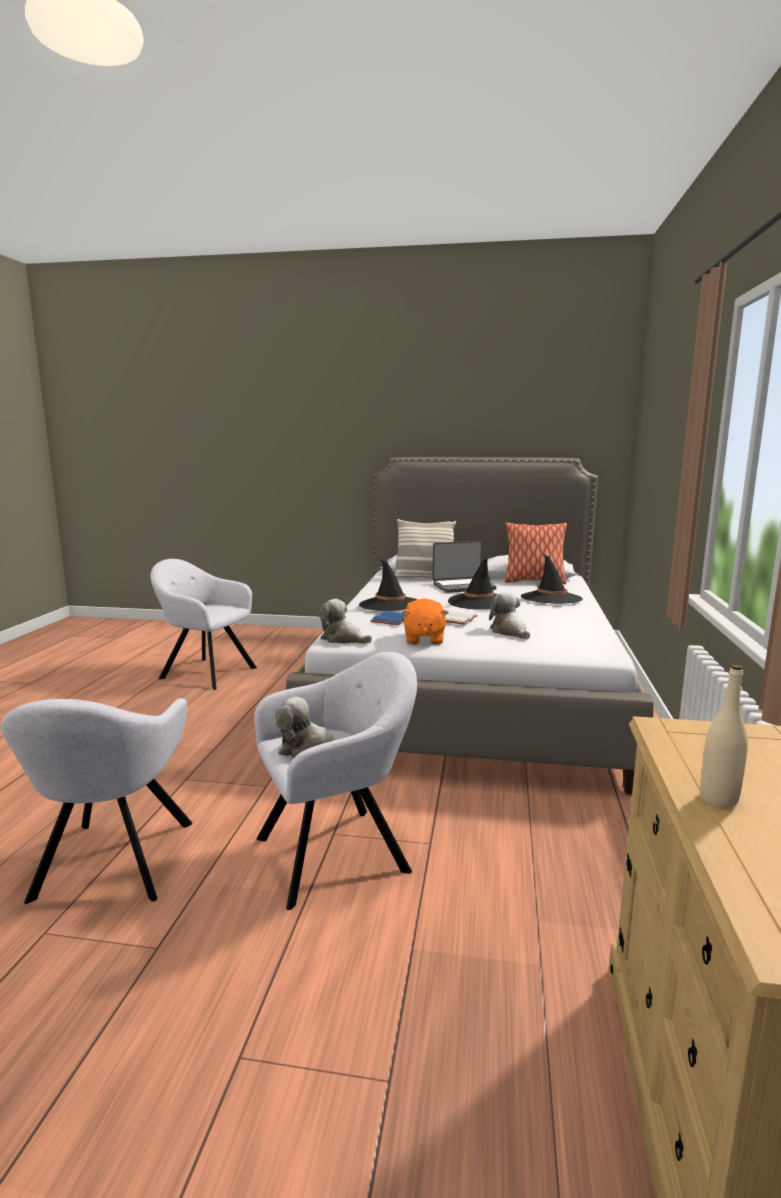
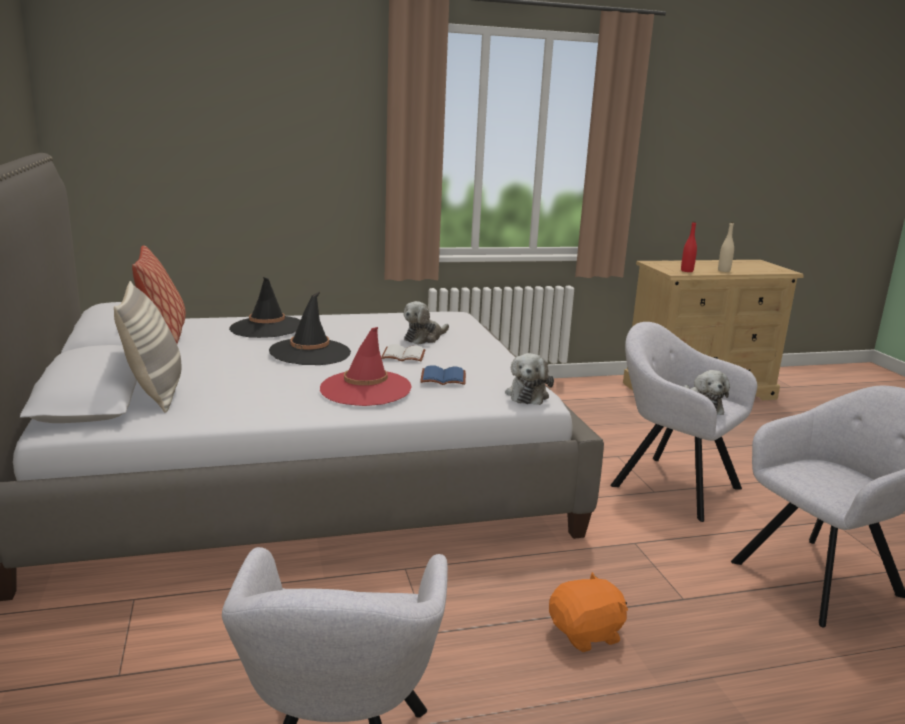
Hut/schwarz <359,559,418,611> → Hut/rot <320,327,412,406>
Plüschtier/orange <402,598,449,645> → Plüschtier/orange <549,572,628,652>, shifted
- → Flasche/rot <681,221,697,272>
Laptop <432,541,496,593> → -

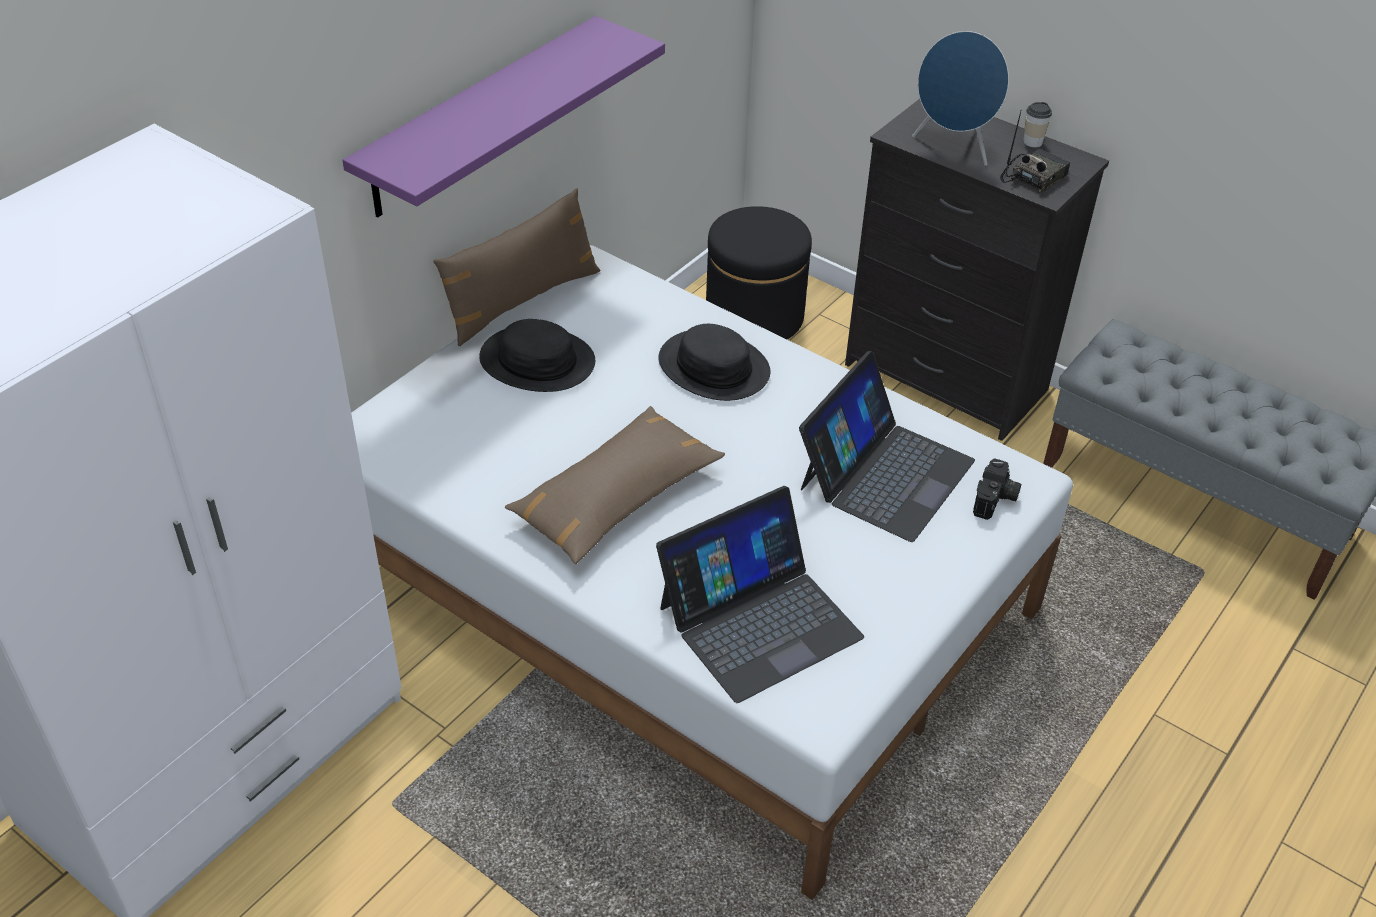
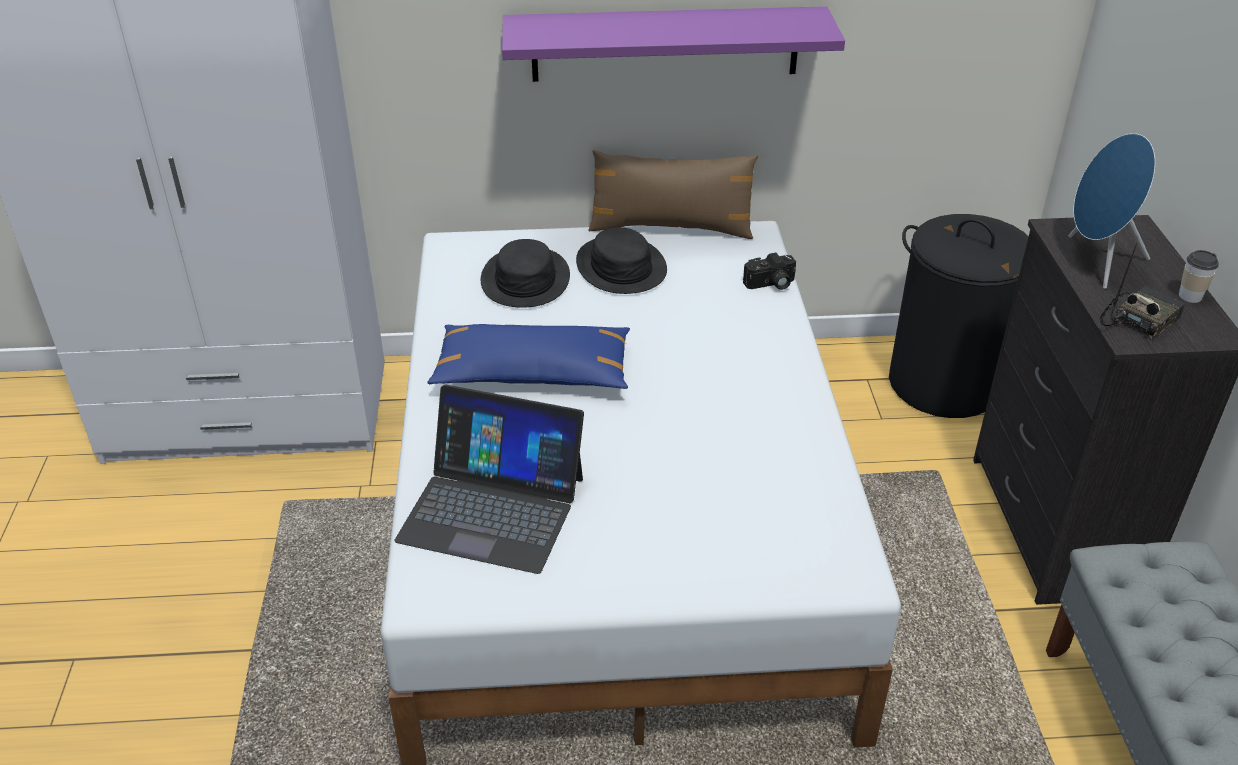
Kissen/braun <505,406,725,564> → Kissen/blau <427,324,630,389>
Hut/schwarz <658,324,770,401> → Hut/schwarz <481,239,570,308>, shifted
Kamera <973,458,1021,520> → Kamera <743,253,796,290>, shifted
Polsterhocker/schwarz <706,206,812,339> → Wäschekorb/schwarz <889,214,1029,418>
Radio <1000,109,1070,193> → Radio <1100,243,1185,341>, 45 degrees counterclockwise
Laptop <799,351,975,542> → -

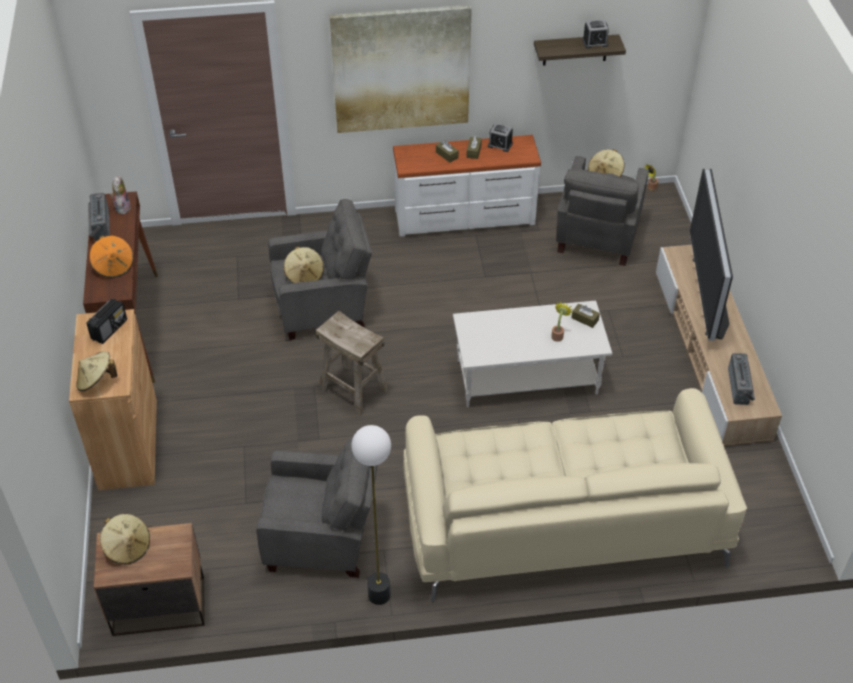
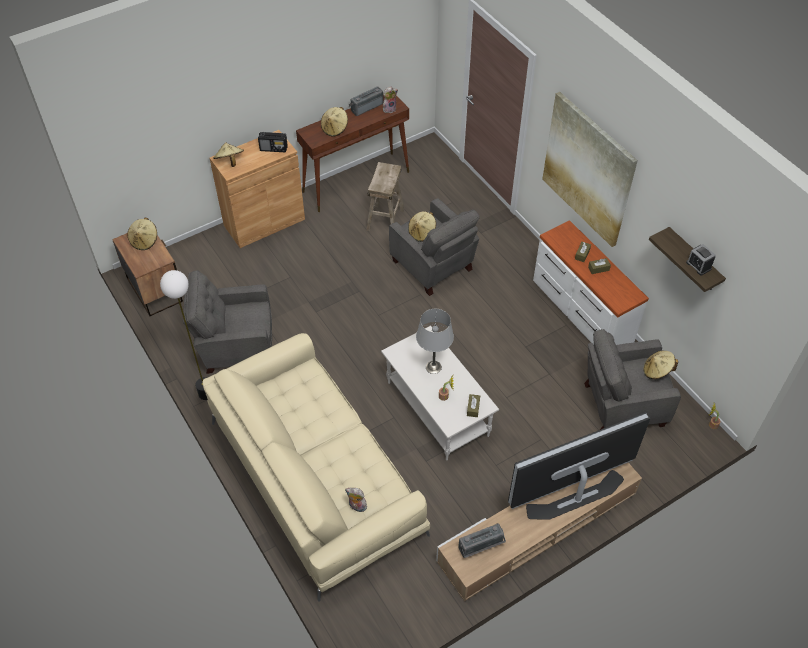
Sessel/grau <256,431,377,578> → Sessel/grau <183,270,272,374>, 105 degrees clockwise
Hut/orange <90,236,134,278> → Hut/beige <321,107,348,137>
- → Plüschtier <345,488,367,512>
Hocker/beige <316,311,388,416> → Hocker/beige <366,162,405,231>, shifted
- → Tischlampe/grau <416,309,454,374>
Wecker <488,123,513,152> → -

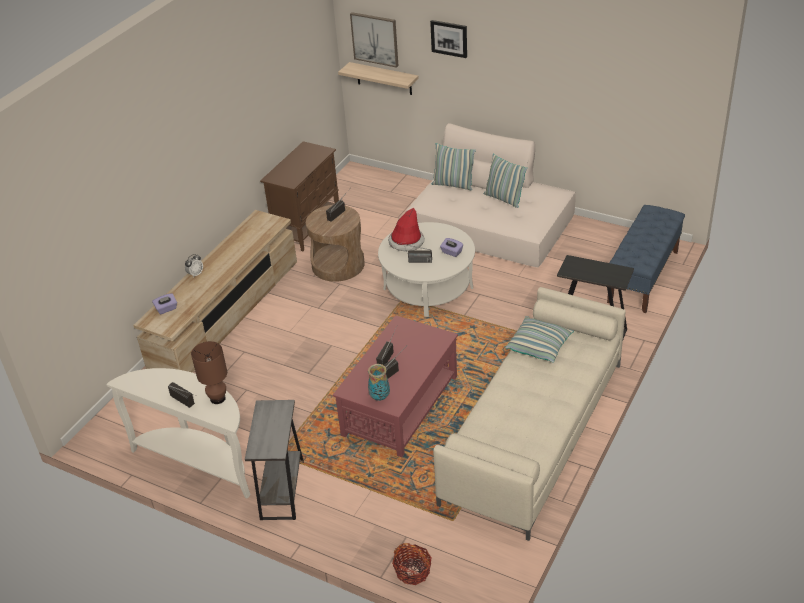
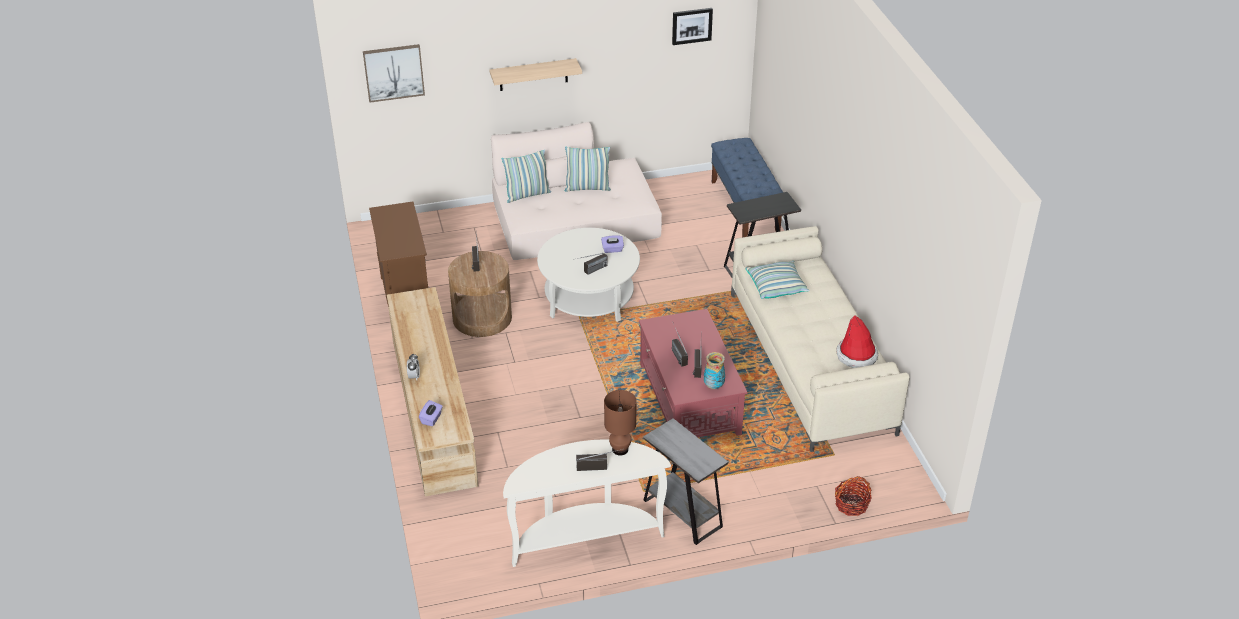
Wandregal <338,62,419,95> → Wandregal <489,58,582,91>, shifted
Bild <430,20,467,58> → Bild <672,8,713,45>, shifted
Hut <388,208,425,252> → Hut <837,315,878,368>, shifted

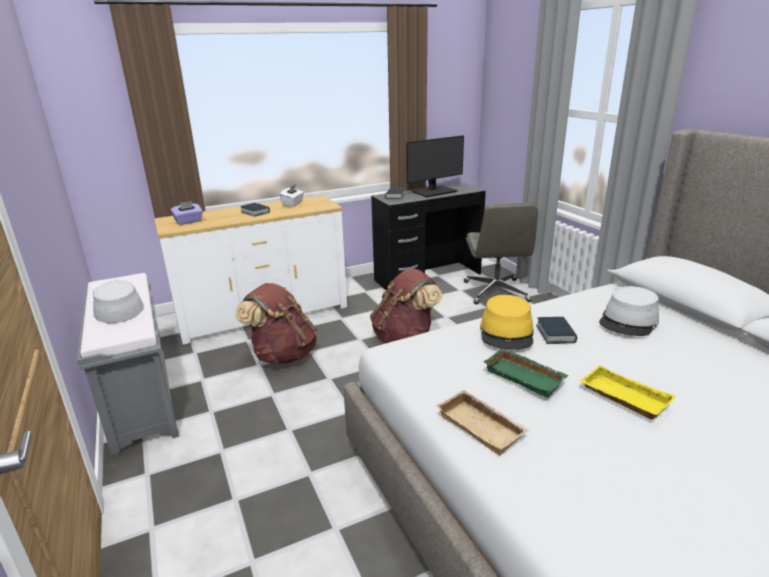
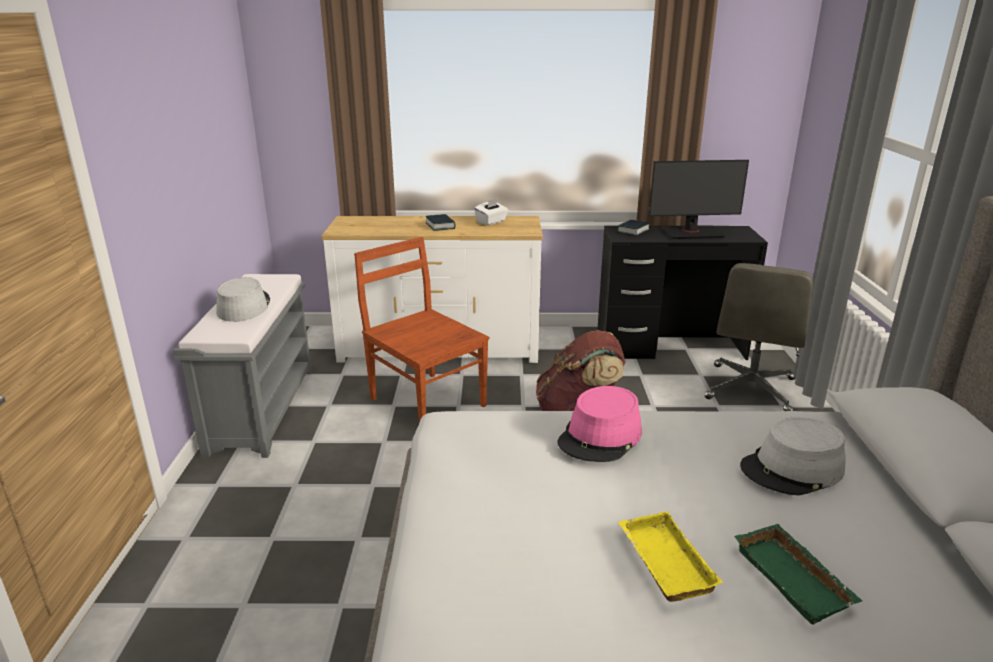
Rucksack/braun <235,283,317,364> → Stuhl/braun <354,237,489,423>
Hut/gelb <480,295,534,350> → Hut/rosa <557,386,642,462>
Tablett/grün <483,348,569,398> → Tablett/grün <734,524,863,625>, shifted
Taschentuchbox/lila <171,201,203,225> → -
Tablett/beige <436,390,530,456> → -
Buch <536,317,577,344> → -

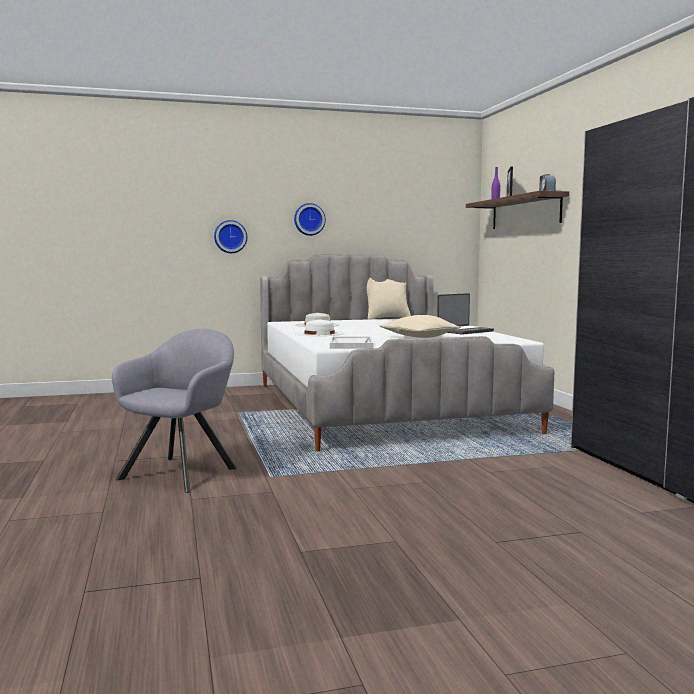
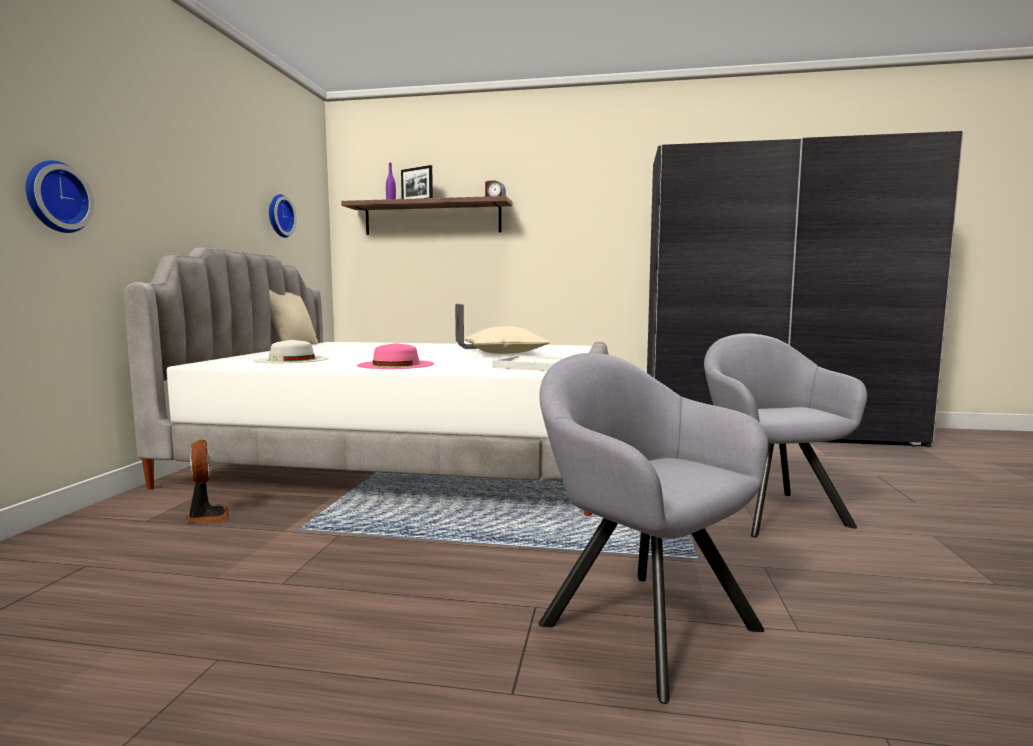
- → Ventilator <186,440,229,523>
Wanduhr <294,203,326,236> → Wanduhr <269,194,297,238>, shifted
Hut/weiß <295,320,344,336> → Hut/rosa <357,343,434,369>
- → Sessel/grau <704,333,867,537>

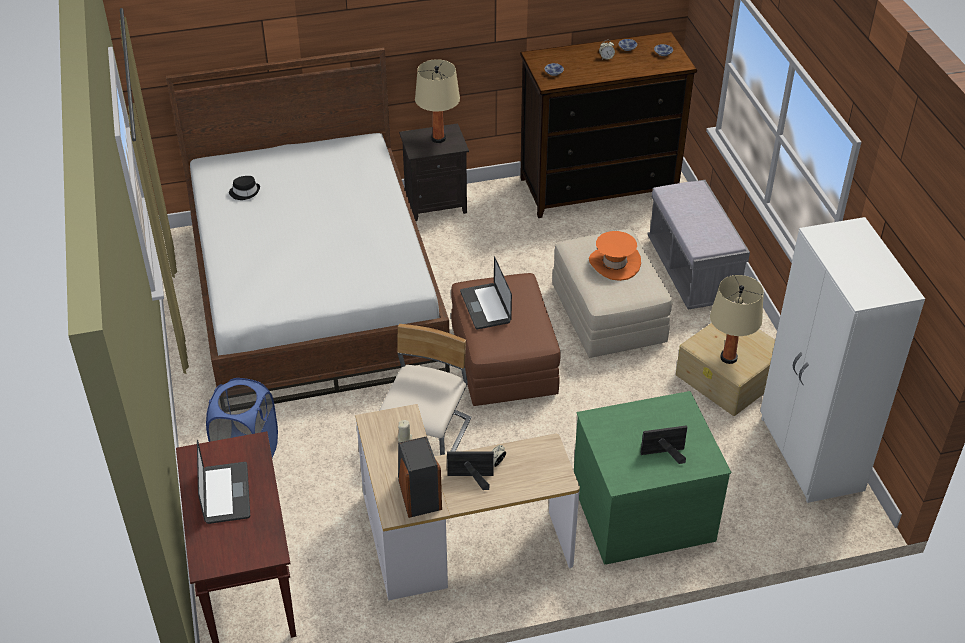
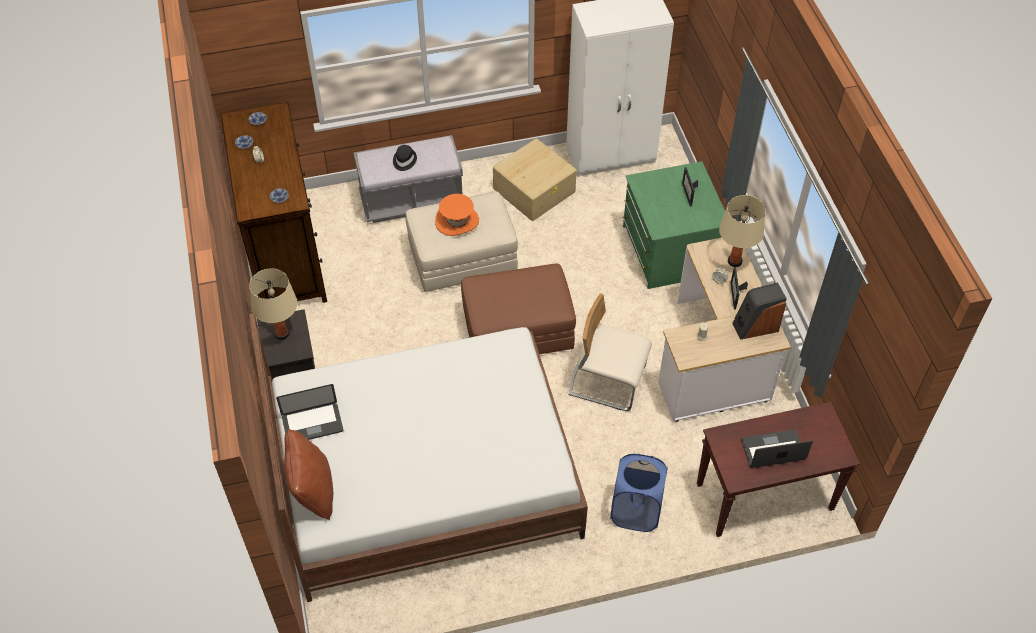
Laptop <460,256,512,329> → Laptop <276,384,343,440>, shifted
- → Kissen/braun <284,429,333,520>
Hut/schwarz <229,176,260,200> → Hut/schwarz <393,145,417,171>, shifted
Tischlampe/beige <710,275,764,364> → Tischlampe/beige <719,195,765,267>, shifted

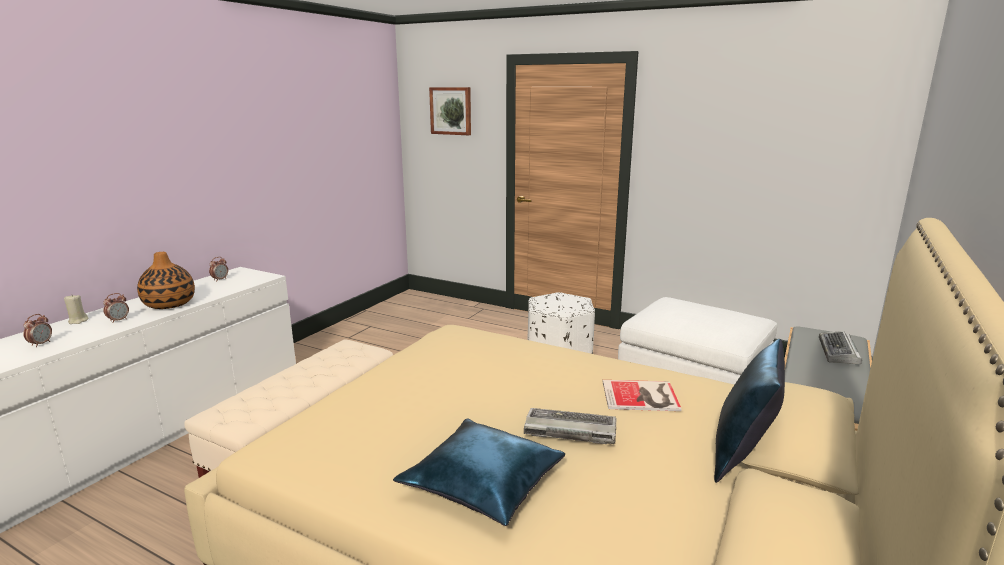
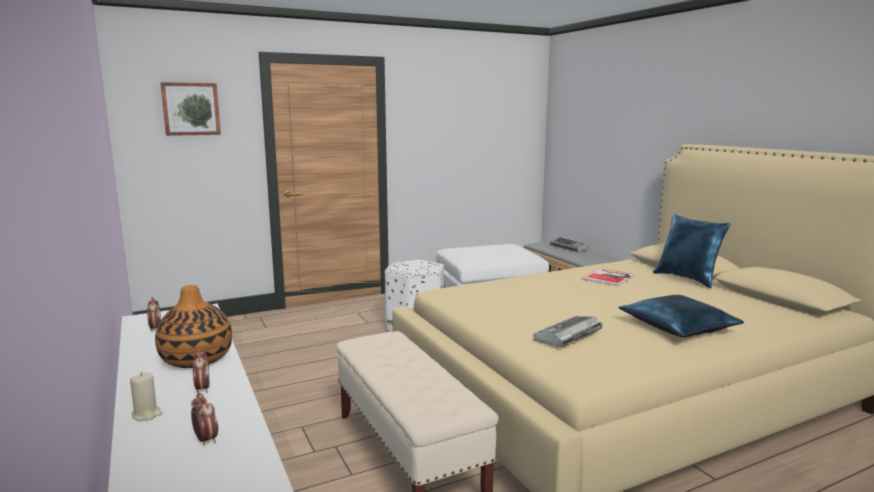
Tastatur <524,408,616,444> → Tastatur <533,316,602,348>, shifted

